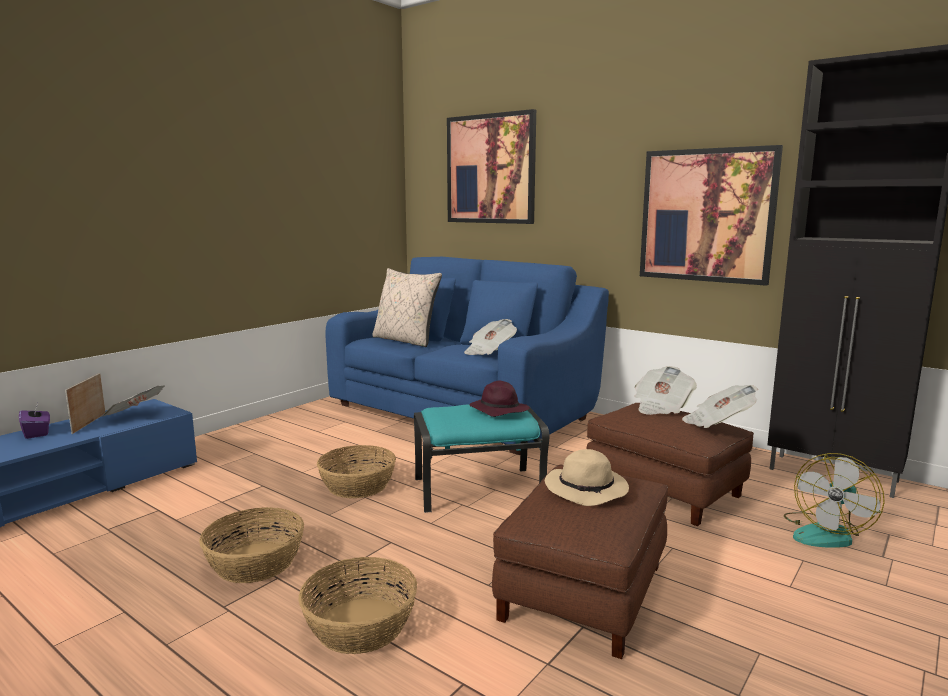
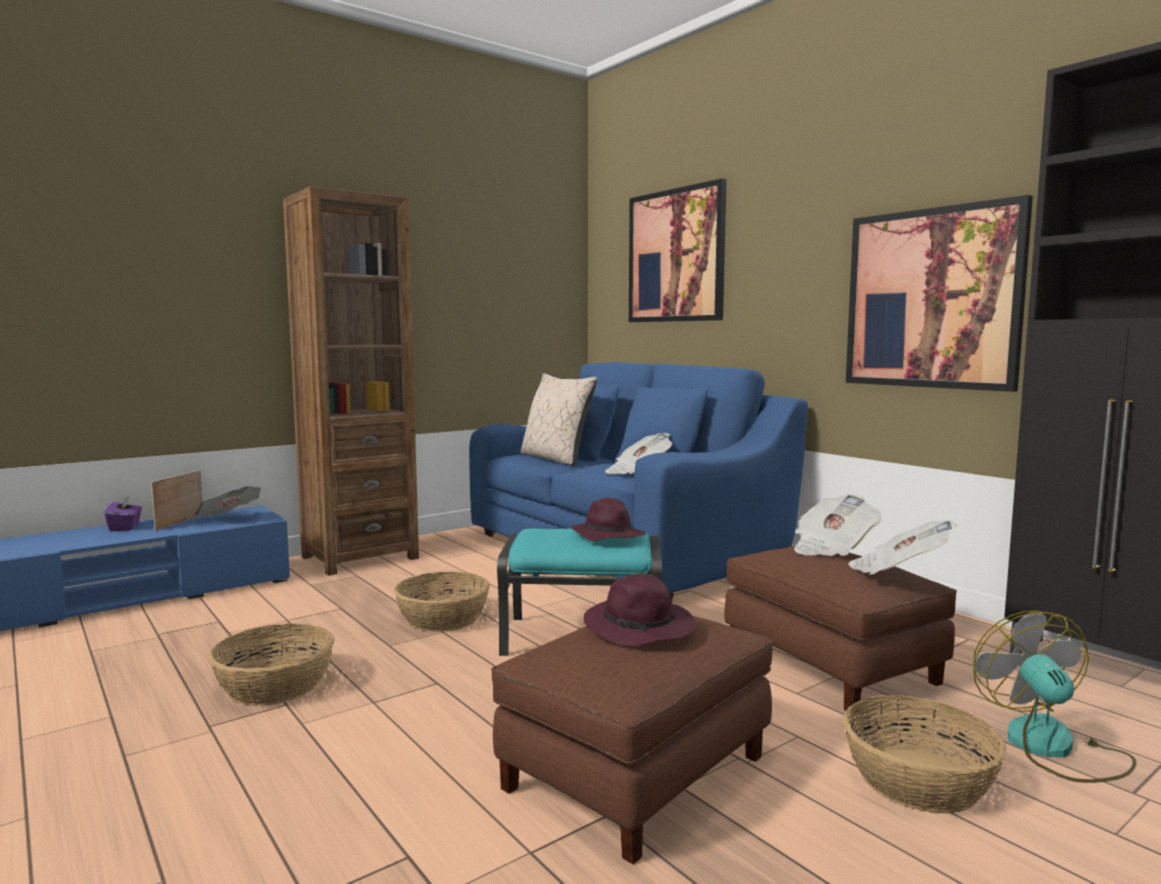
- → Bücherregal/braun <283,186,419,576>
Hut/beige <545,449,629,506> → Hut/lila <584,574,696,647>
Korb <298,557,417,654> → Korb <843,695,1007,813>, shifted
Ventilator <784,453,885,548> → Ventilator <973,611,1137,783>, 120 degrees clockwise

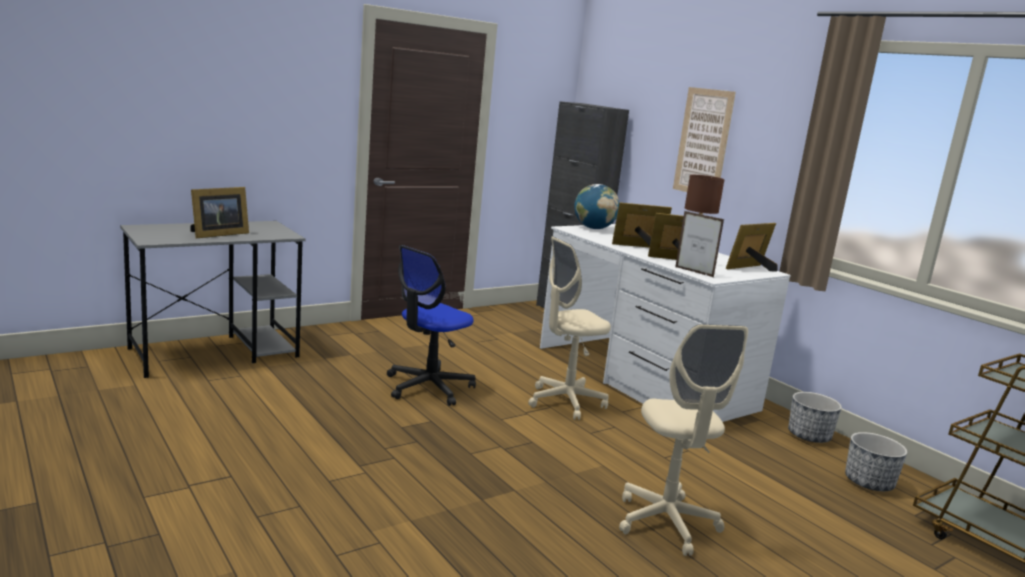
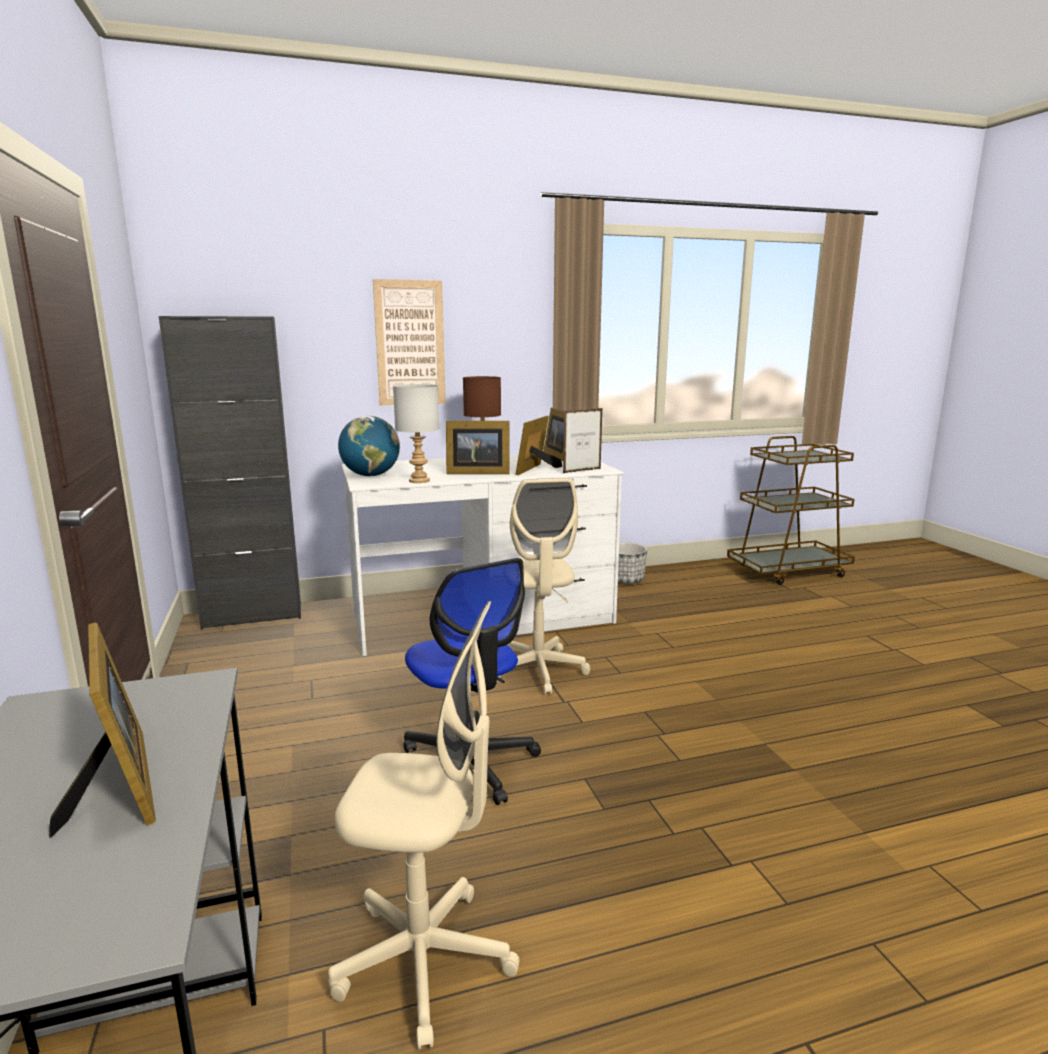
Bürostuhl/beige <619,324,748,556> → Bürostuhl/beige <328,601,520,1049>, shifted
- → Tischlampe/grau <393,384,439,483>
Bilderrahmen <612,202,672,248> → Bilderrahmen <446,421,510,474>, 105 degrees counterclockwise
Pflanzkübel <845,432,907,491> → -

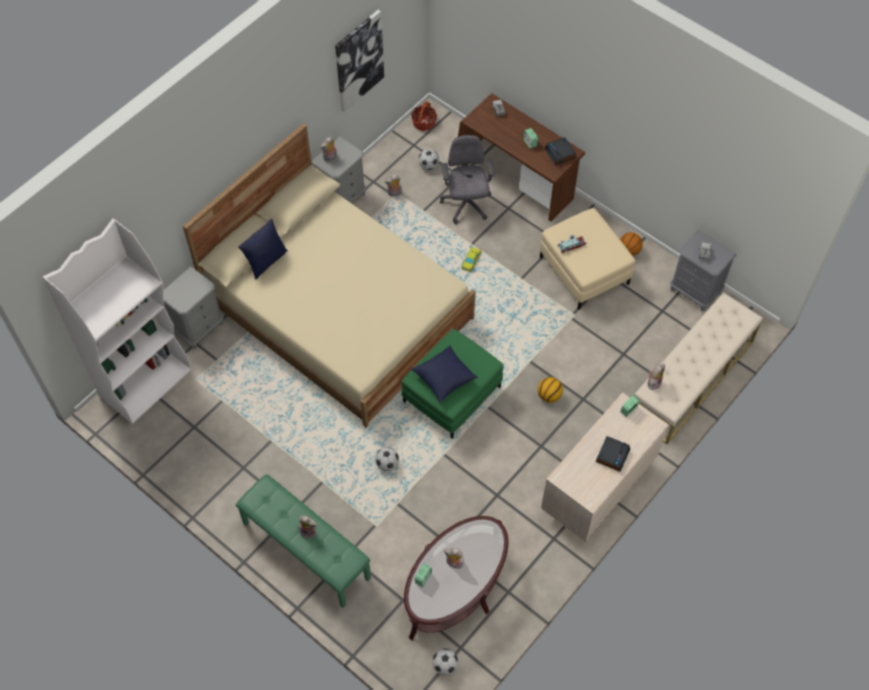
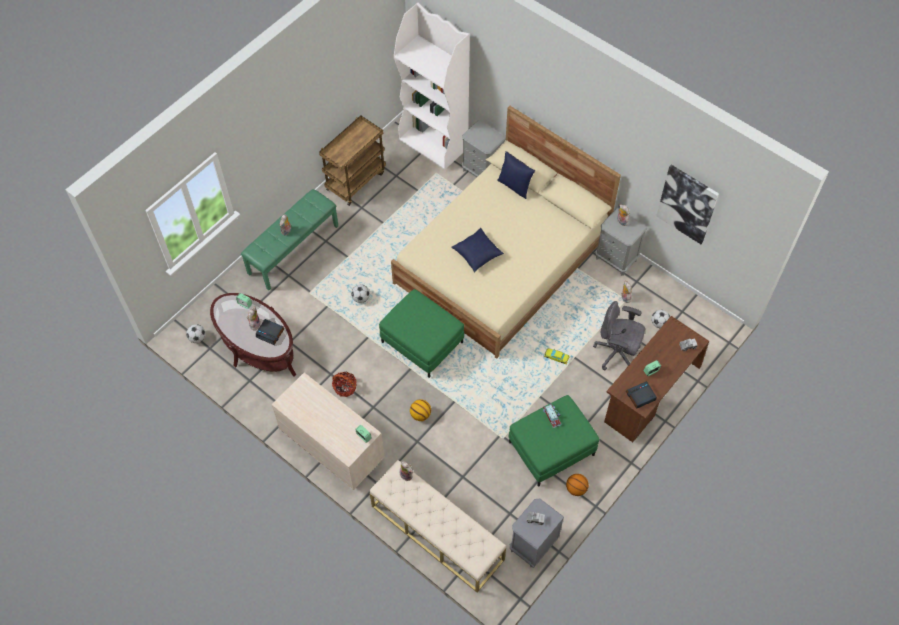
Wecker <596,436,630,472> → Wecker <256,319,284,345>, shifted
- → Rollwagen/braun <319,115,386,206>
Korb <411,101,437,131> → Korb <332,372,357,397>, shifted
Kissen/blau <411,346,478,403> → Kissen/blau <451,228,504,273>, shifted
Polsterhocker/beige <540,208,636,309> → Polsterhocker/grün <508,395,599,487>
Bürostuhl/grau <440,135,495,224> → Bürostuhl/grau <593,301,645,370>, 150 degrees counterclockwise

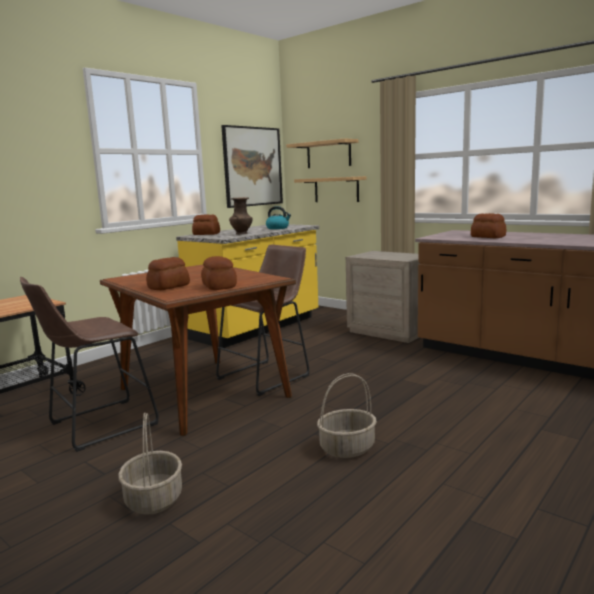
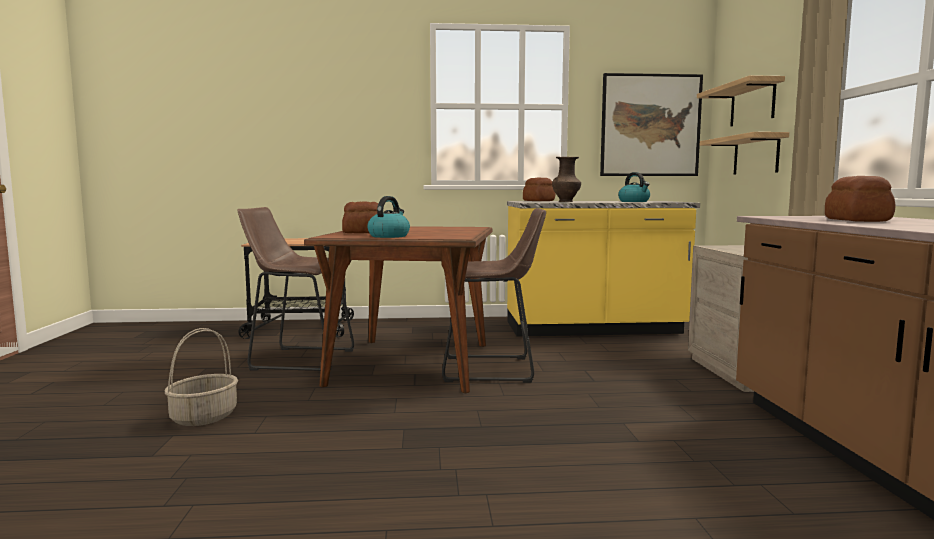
Brot <201,256,237,290> → Wasserkessel <367,196,410,238>
Korb <317,373,377,458> → -

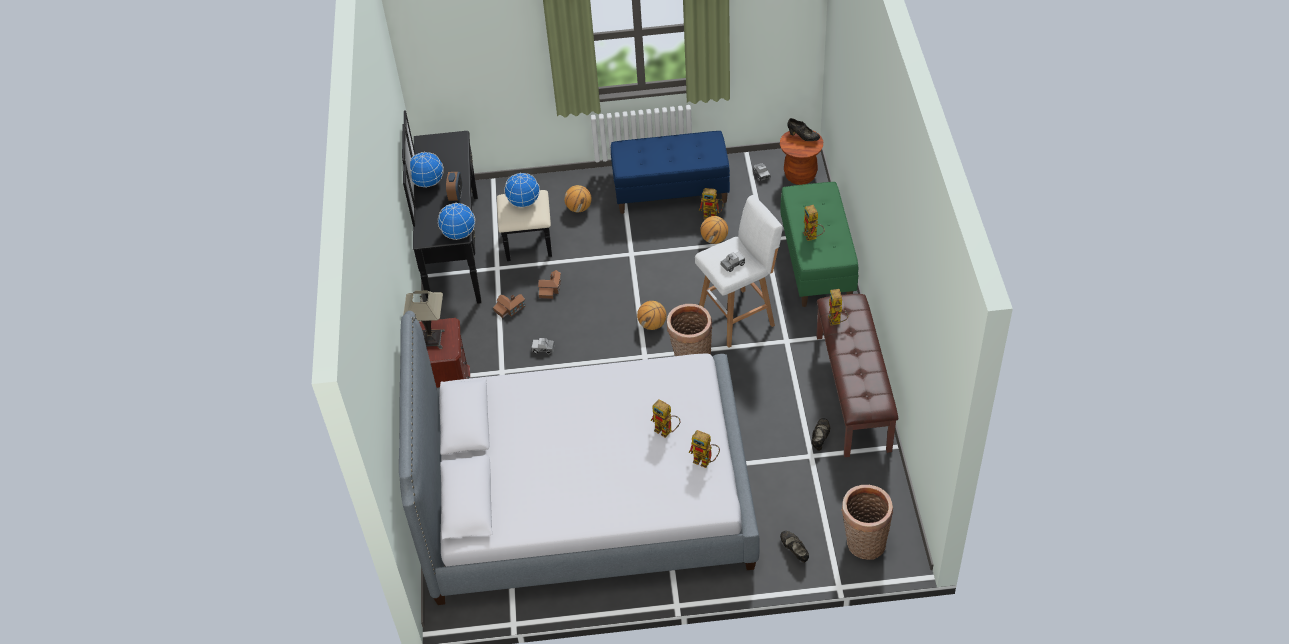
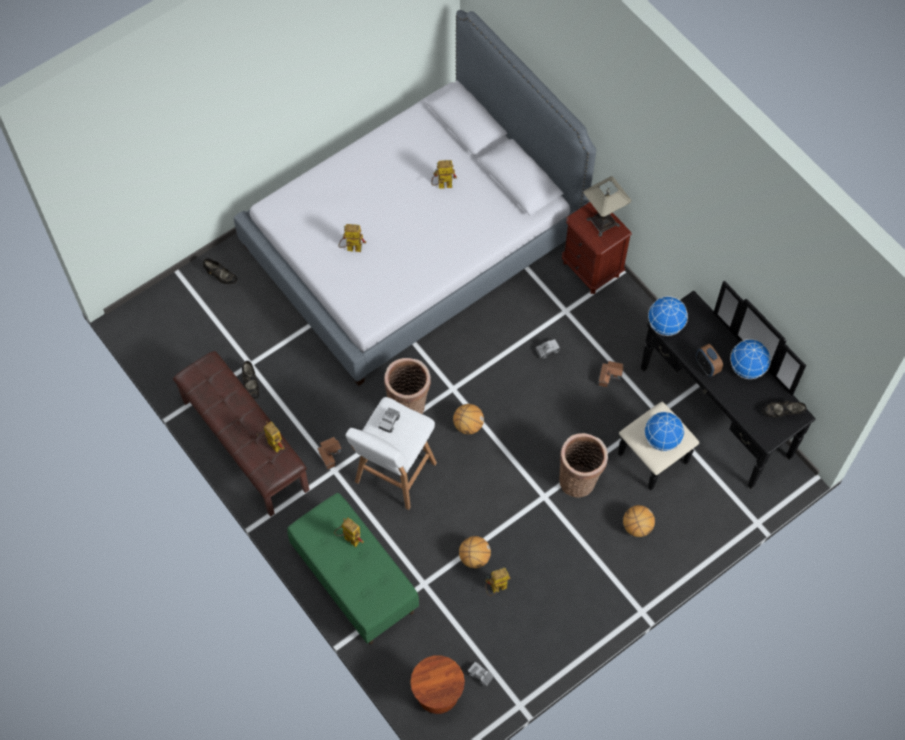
Spielzeughaus <538,270,561,299> → Spielzeughaus <317,437,342,470>, shifted
Spielzeugroboter <688,430,720,468> → Spielzeugroboter <431,160,457,189>, shifted
Korb <841,485,893,560> → Korb <559,433,608,498>, shifted
Schuh/schwarz <787,118,820,141> → Schuh/schwarz <762,401,807,418>, shifted
Bank/blau <611,131,730,214> → -

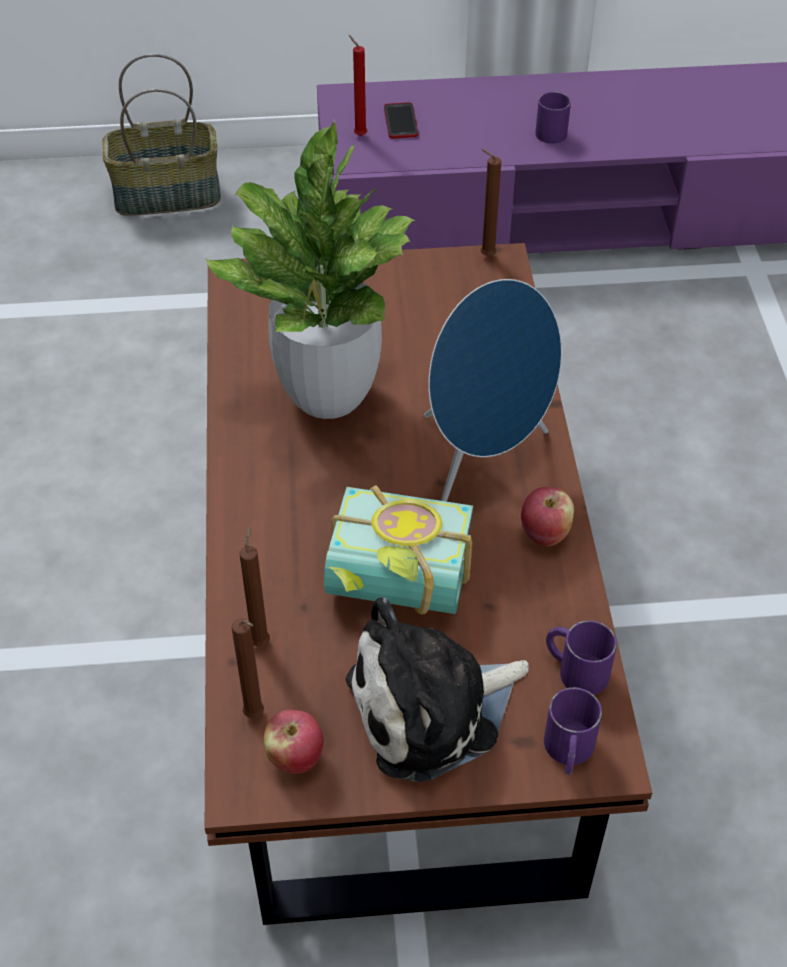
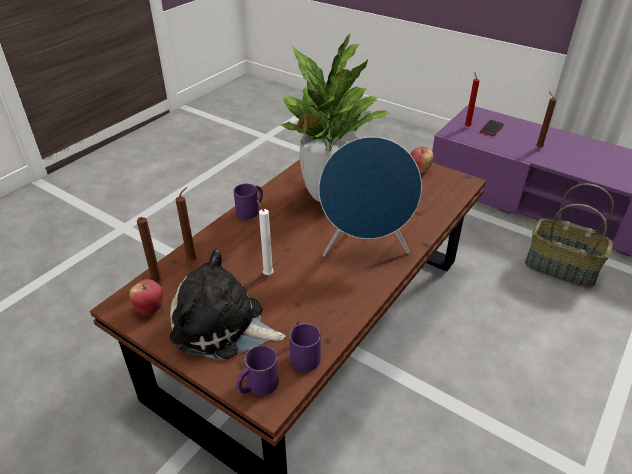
Henkelbecher/lila <535,91,571,144> → Henkelbecher/lila <234,184,263,219>, shifted
Buch <324,486,473,614> → Kerze/weiß <257,200,274,275>
Apfel <521,487,574,546> → Apfel <410,147,434,173>, shifted
Korb <102,53,221,216> → Korb <525,184,614,288>, shifted
Kerze/braun <480,148,501,256> → Kerze/braun <536,92,556,148>, shifted

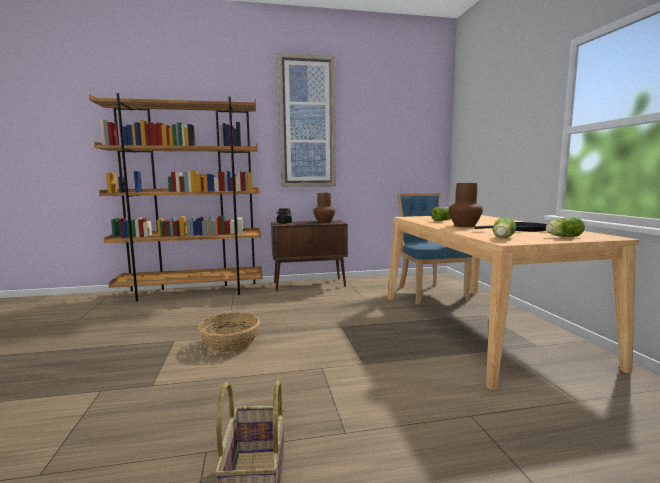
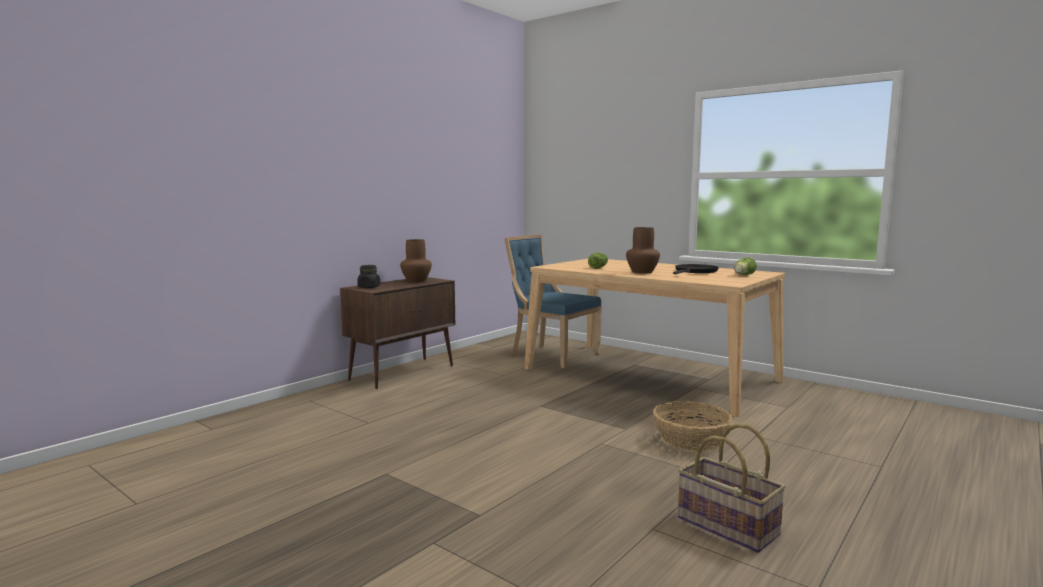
Korb <198,313,260,353> → Korb <653,401,732,451>, shifted
Bücherregal/braun <89,93,262,302> → -
Bild <277,53,336,187> → -
Salatkopf <493,218,516,238> → -

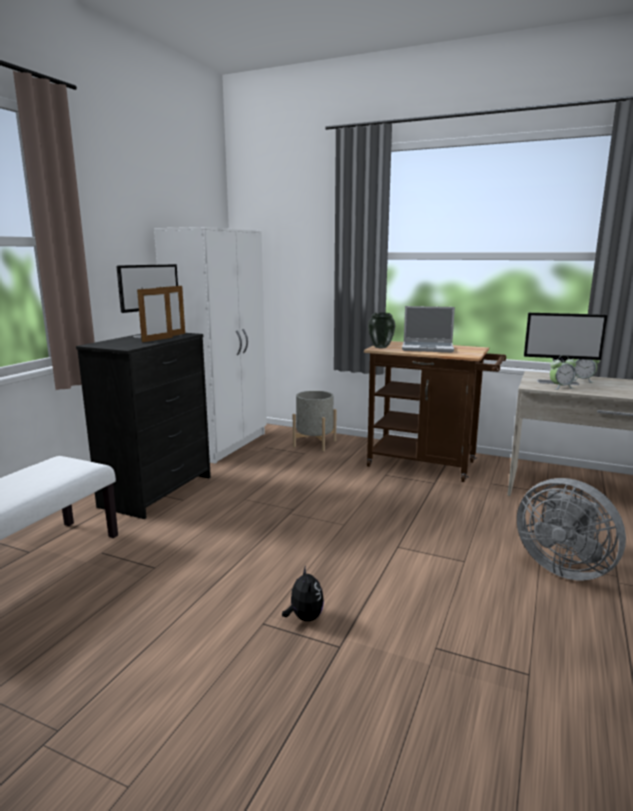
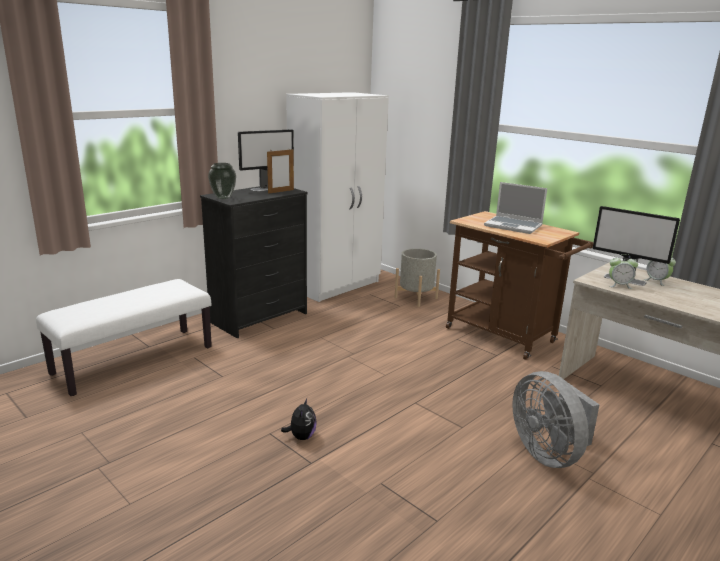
Vase <368,312,396,348> → Vase <208,163,236,199>, shifted
Bilderrahmen <137,287,173,342> → -

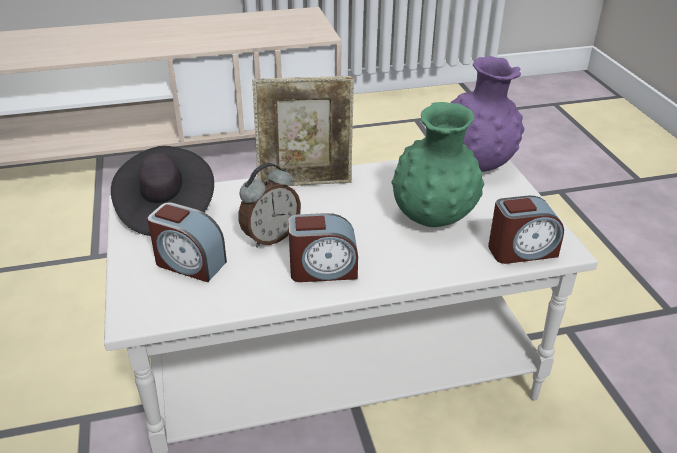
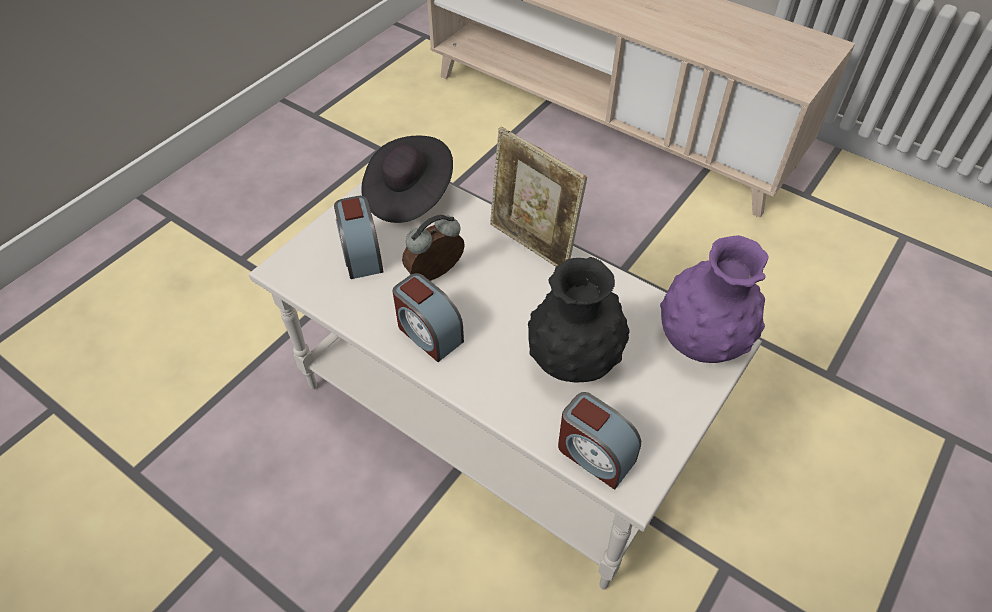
Wecker <239,163,301,248> → Wecker <402,215,465,281>, 135 degrees clockwise
Vase/grün <392,102,484,227> → Vase/schwarz <528,257,630,383>

